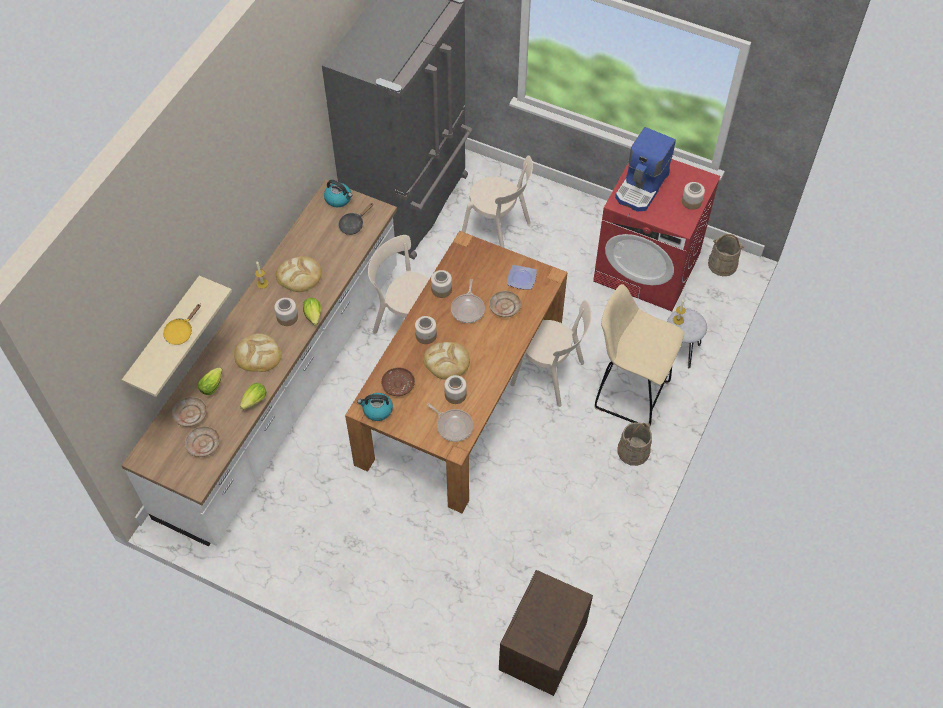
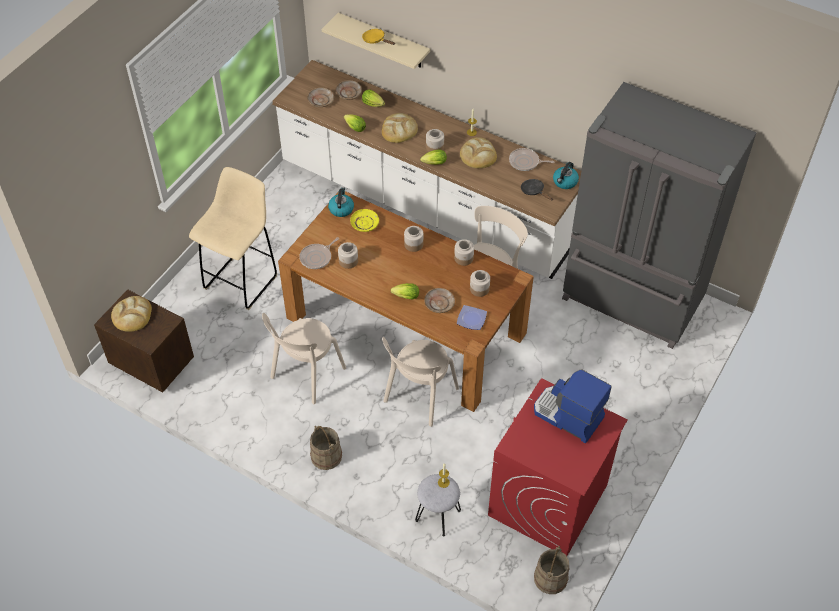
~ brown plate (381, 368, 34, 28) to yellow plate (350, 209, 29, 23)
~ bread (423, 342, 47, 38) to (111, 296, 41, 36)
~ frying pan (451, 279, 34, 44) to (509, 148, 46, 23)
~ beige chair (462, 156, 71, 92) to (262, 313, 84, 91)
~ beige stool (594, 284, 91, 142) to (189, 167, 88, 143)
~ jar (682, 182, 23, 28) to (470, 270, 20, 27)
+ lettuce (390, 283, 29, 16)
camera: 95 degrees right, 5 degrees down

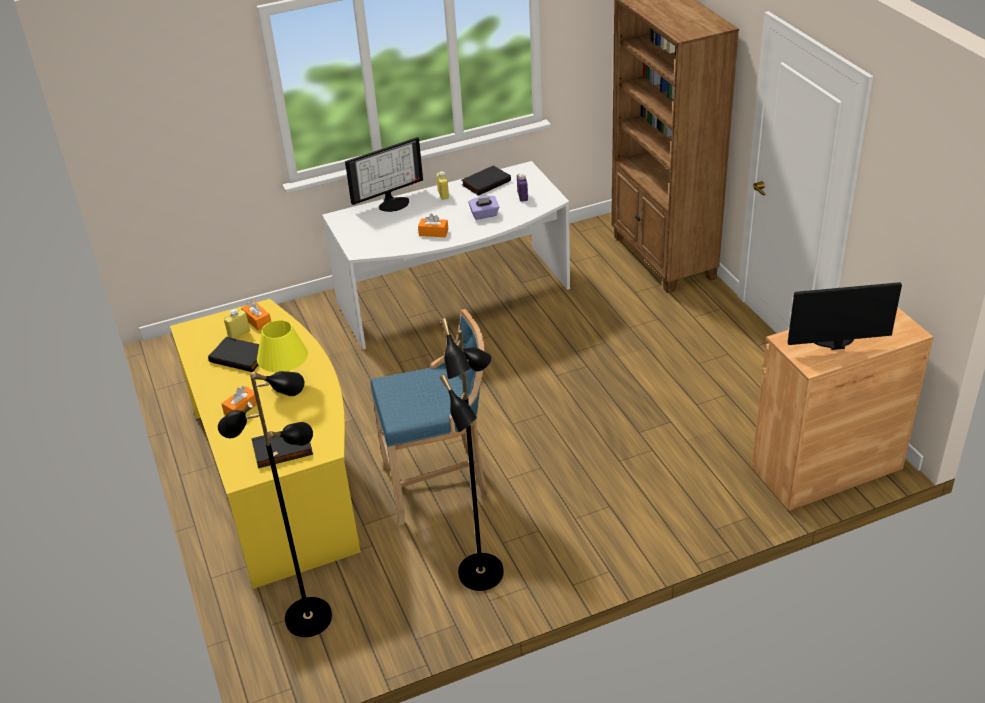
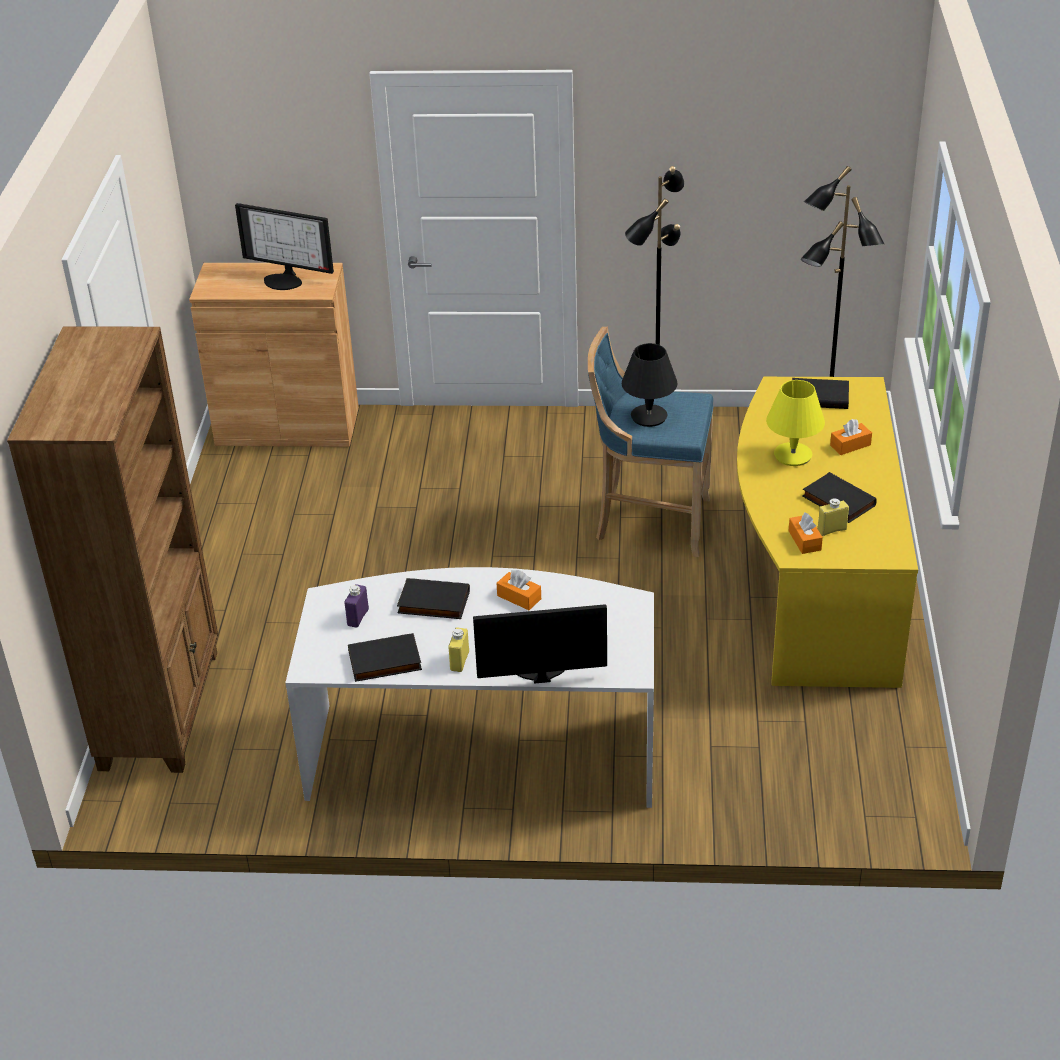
~ purple tissue box (468, 196, 31, 24) to black book (397, 578, 73, 41)
+ black table lamp (622, 343, 56, 84)
camera: 155 degrees left, 0 degrees up

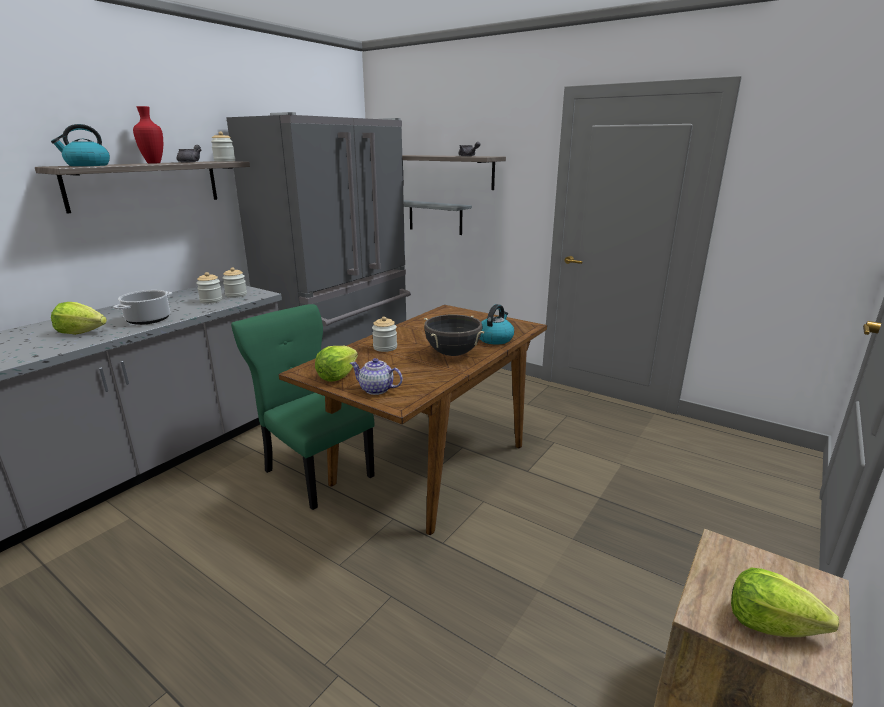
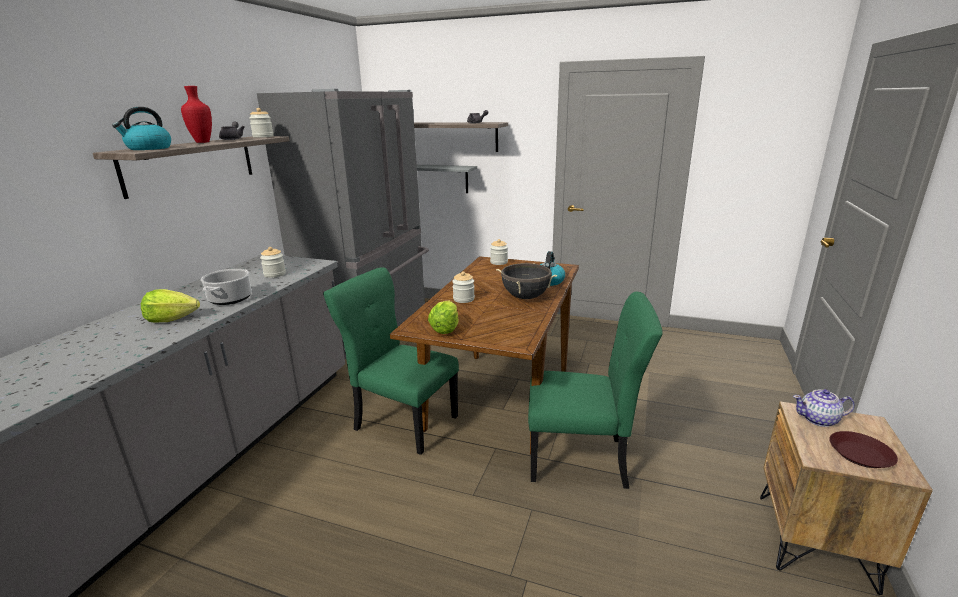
~ jar (222, 267, 25, 31) to (490, 239, 18, 26)
~ teapot (350, 358, 53, 37) to (793, 389, 62, 38)
~ lettuce (731, 567, 108, 70) to brown plate (829, 431, 69, 37)
+ green chair (528, 292, 135, 197)
camera: 15 degrees left, 0 degrees up

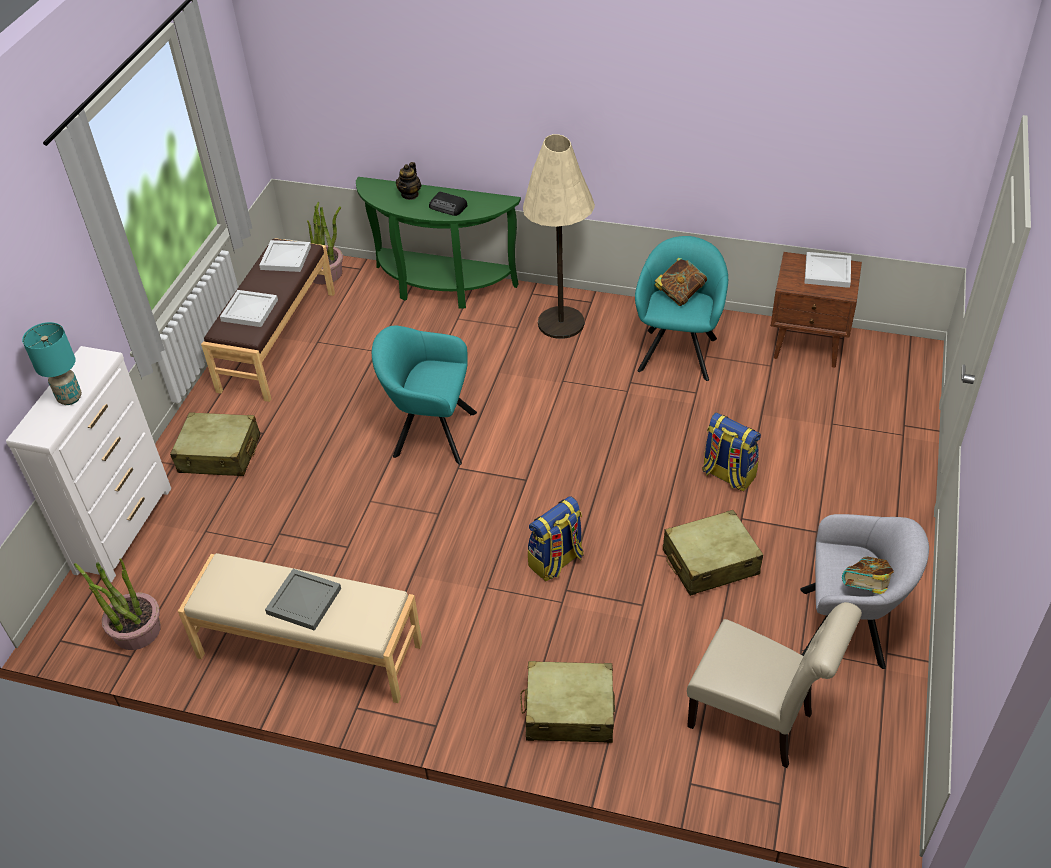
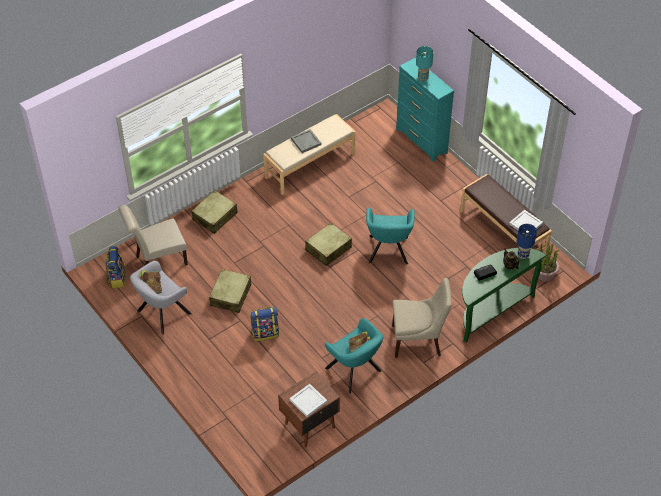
~ white dresser (6, 346, 165, 237) to turquoise dresser (396, 58, 58, 104)
- potted plant (74, 558, 87, 92)
~ beige suitcase (170, 412, 90, 64) to (305, 223, 47, 43)
- white tray (220, 290, 58, 37)
~ turquoise armchair (372, 326, 105, 139) = (366, 208, 49, 57) 135 degrees clockwise
~ beige floor lamp (523, 134, 72, 205) to beige chair (392, 278, 60, 80)
~ backpack (528, 496, 56, 85) to (105, 246, 20, 42)
+ blue table lamp (517, 224, 20, 35)
camera: 125 degrees right, 5 degrees up

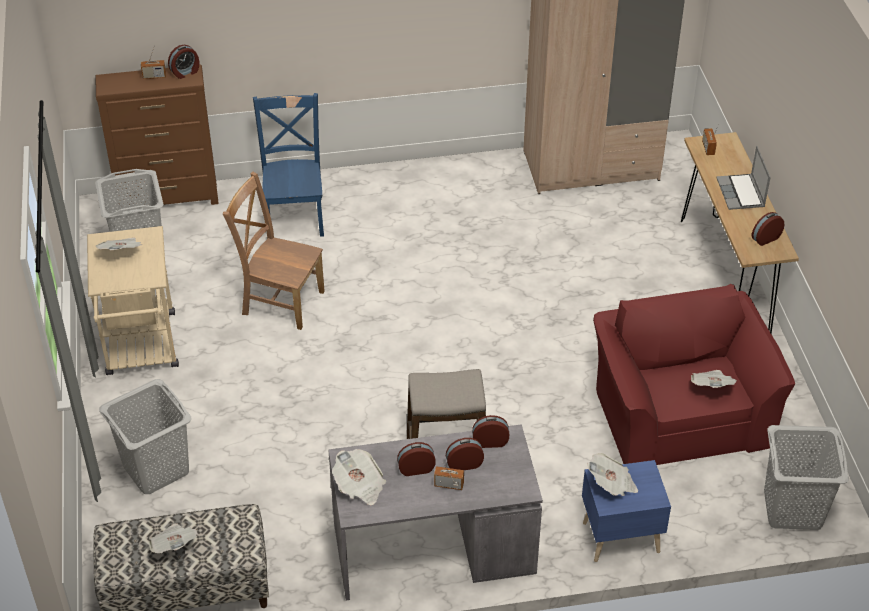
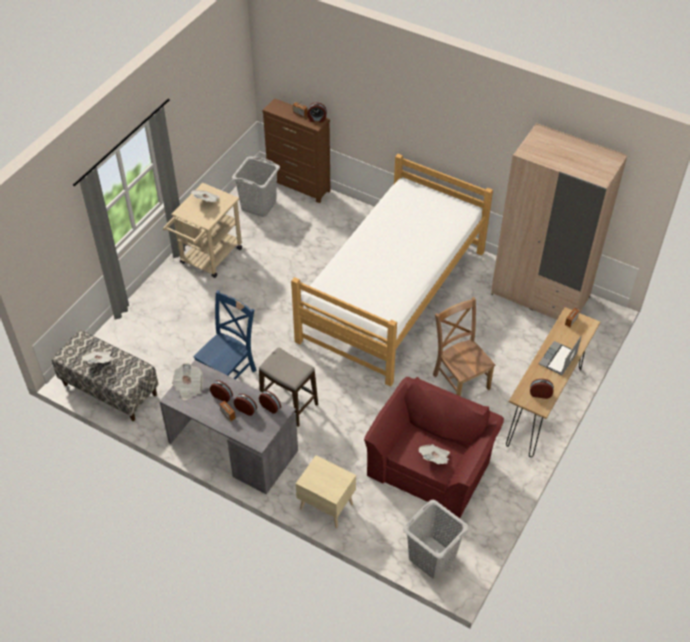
- grey laundry basket (99, 379, 92, 115)
~ brown chair (223, 172, 102, 158) to (433, 297, 62, 99)
~ blue chair (253, 93, 71, 144) to (193, 290, 64, 89)
~ blue nightstand (582, 460, 89, 102) to beige nightstand (296, 455, 60, 73)
- newspaper (587, 453, 51, 43)
+ bed (291, 154, 202, 233)
camera: 40 degrees right, 5 degrees up

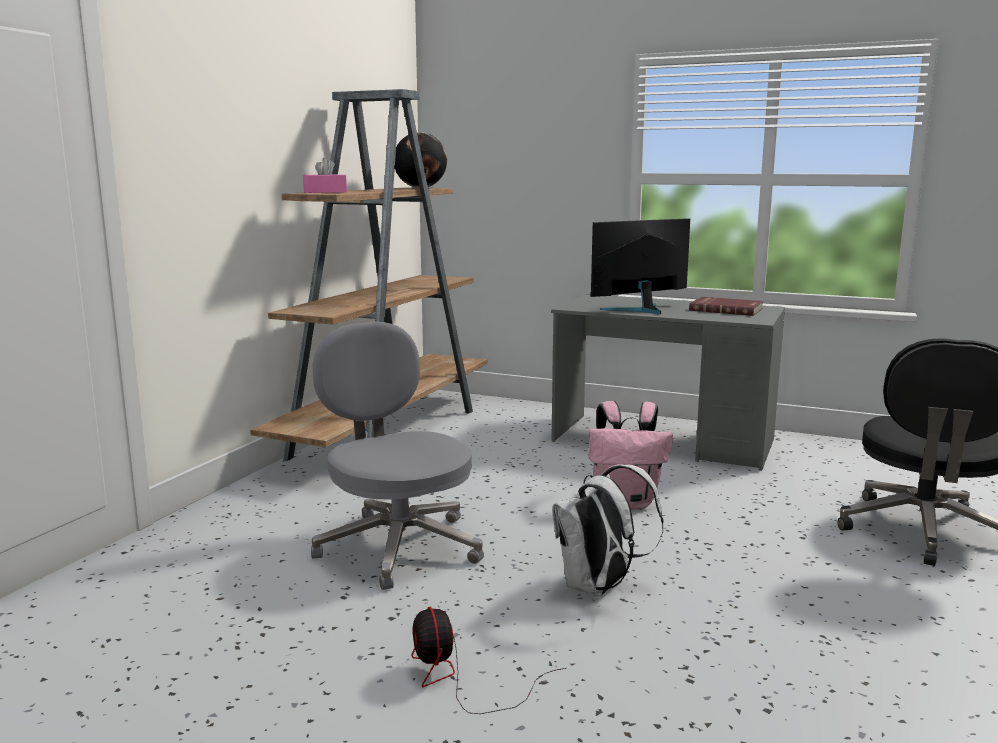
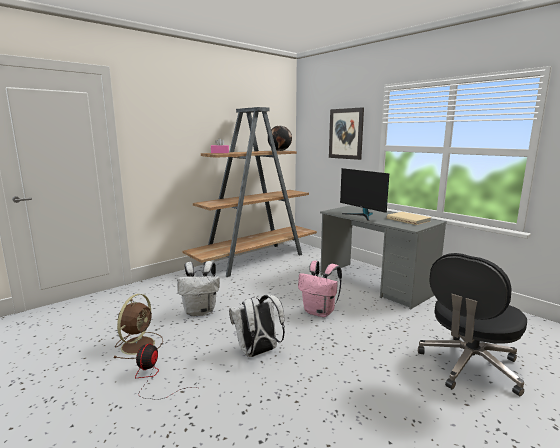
~ grey office chair (311, 322, 173, 268) to white backpack (177, 261, 43, 55)
~ monitor (590, 218, 100, 96) = (340, 168, 49, 53) 120 degrees counterclockwise
~ red book (689, 297, 74, 19) to beige book (387, 212, 44, 13)
+ brown fan (114, 294, 49, 65)
+ picture (329, 107, 35, 53)
camera: 25 degrees right, 0 degrees up

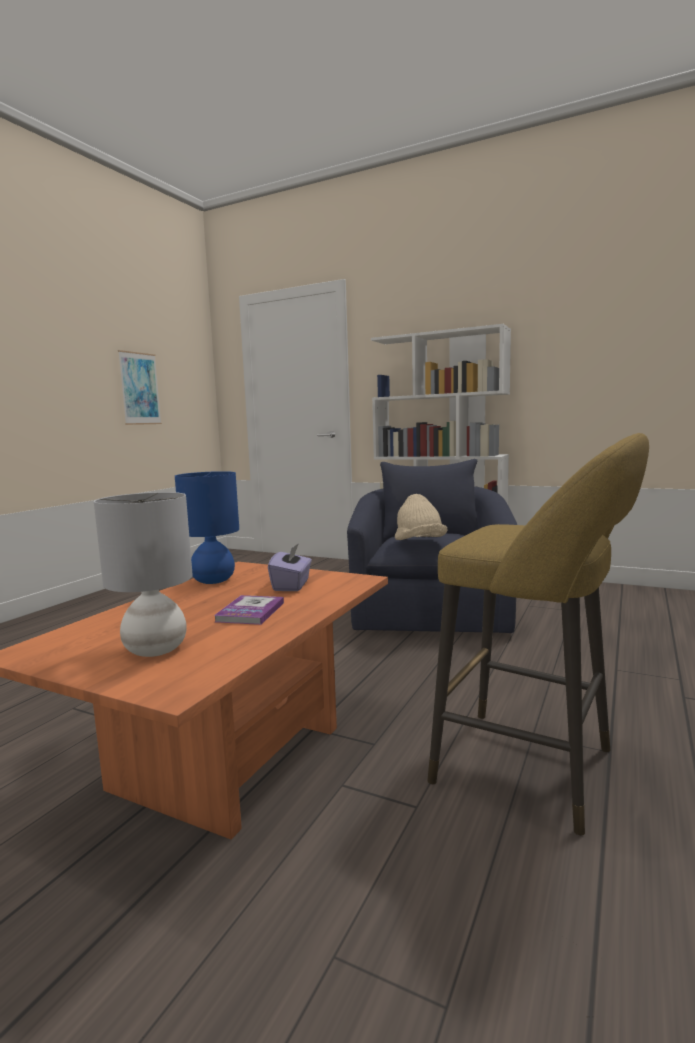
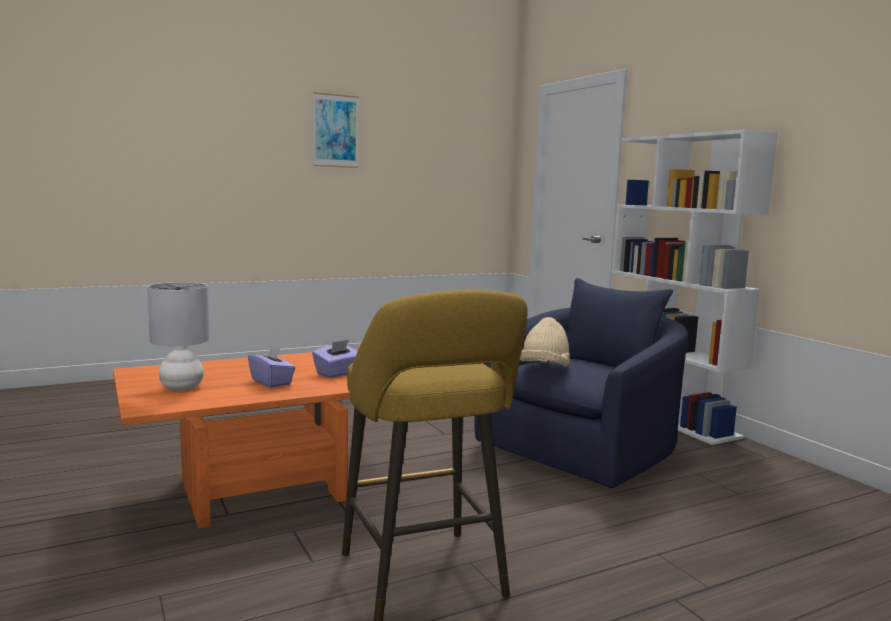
~ picture (118, 350, 44, 75) to (313, 92, 46, 76)
- blue table lamp (175, 471, 64, 113)
~ book (214, 595, 70, 30) to purple tissue box (248, 345, 47, 43)
camera: 35 degrees right, 0 degrees up

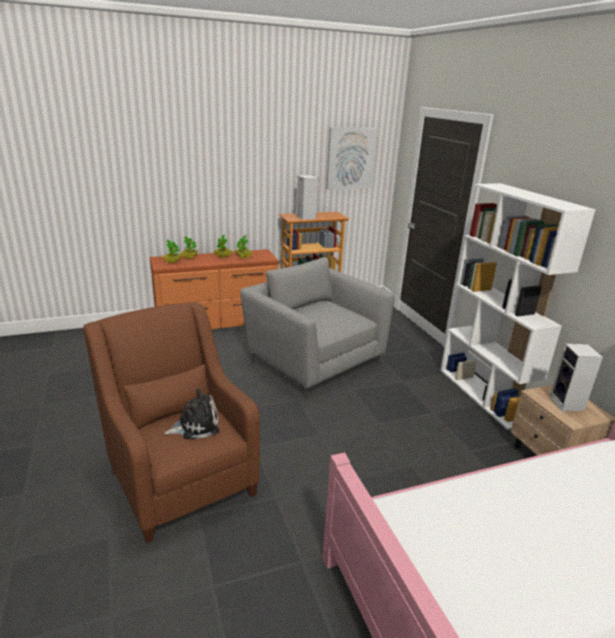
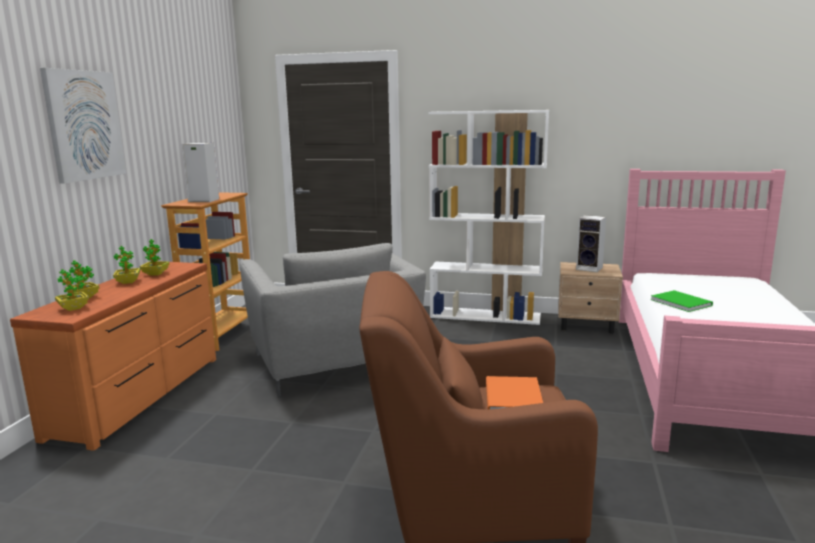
~ plush toy (164, 389, 56, 50) to orange book (486, 376, 57, 33)
~ grey armchair (240, 257, 155, 142) = (239, 243, 187, 154) 105 degrees counterclockwise
~ picture (326, 127, 51, 63) to (40, 68, 86, 115)
+ green book (651, 290, 62, 22)
camera: 55 degrees left, 10 degrees down

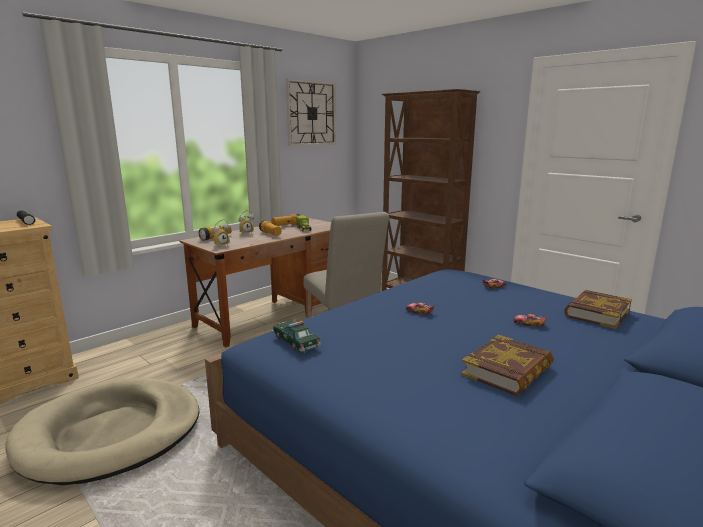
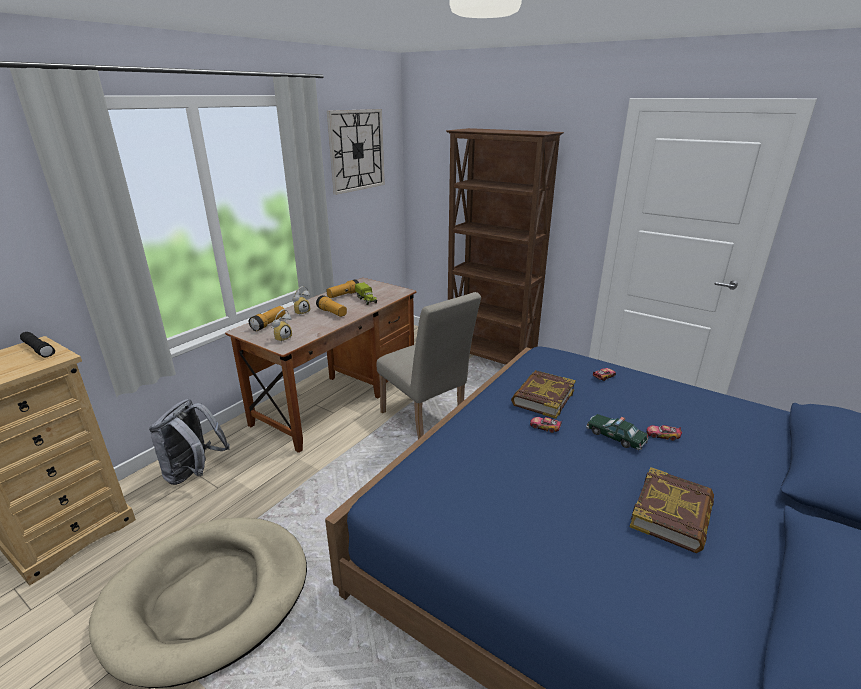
~ toy car (272, 321, 50, 31) to (586, 414, 63, 36)
~ book (564, 290, 68, 39) to (511, 370, 65, 49)
+ grey backpack (149, 399, 81, 86)
camera: 10 degrees left, 10 degrees up

